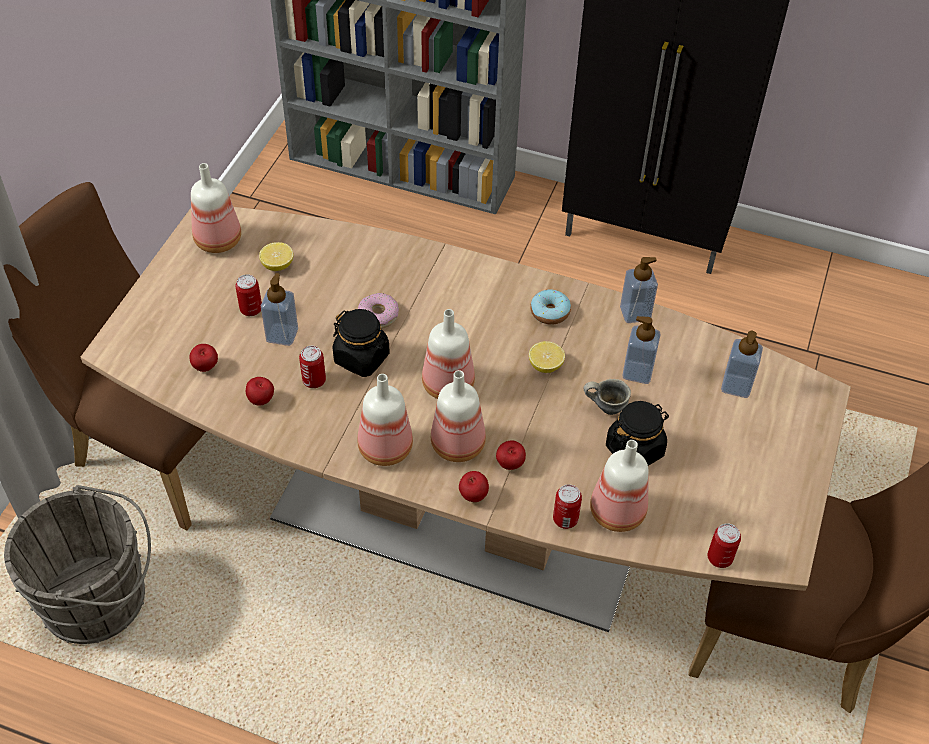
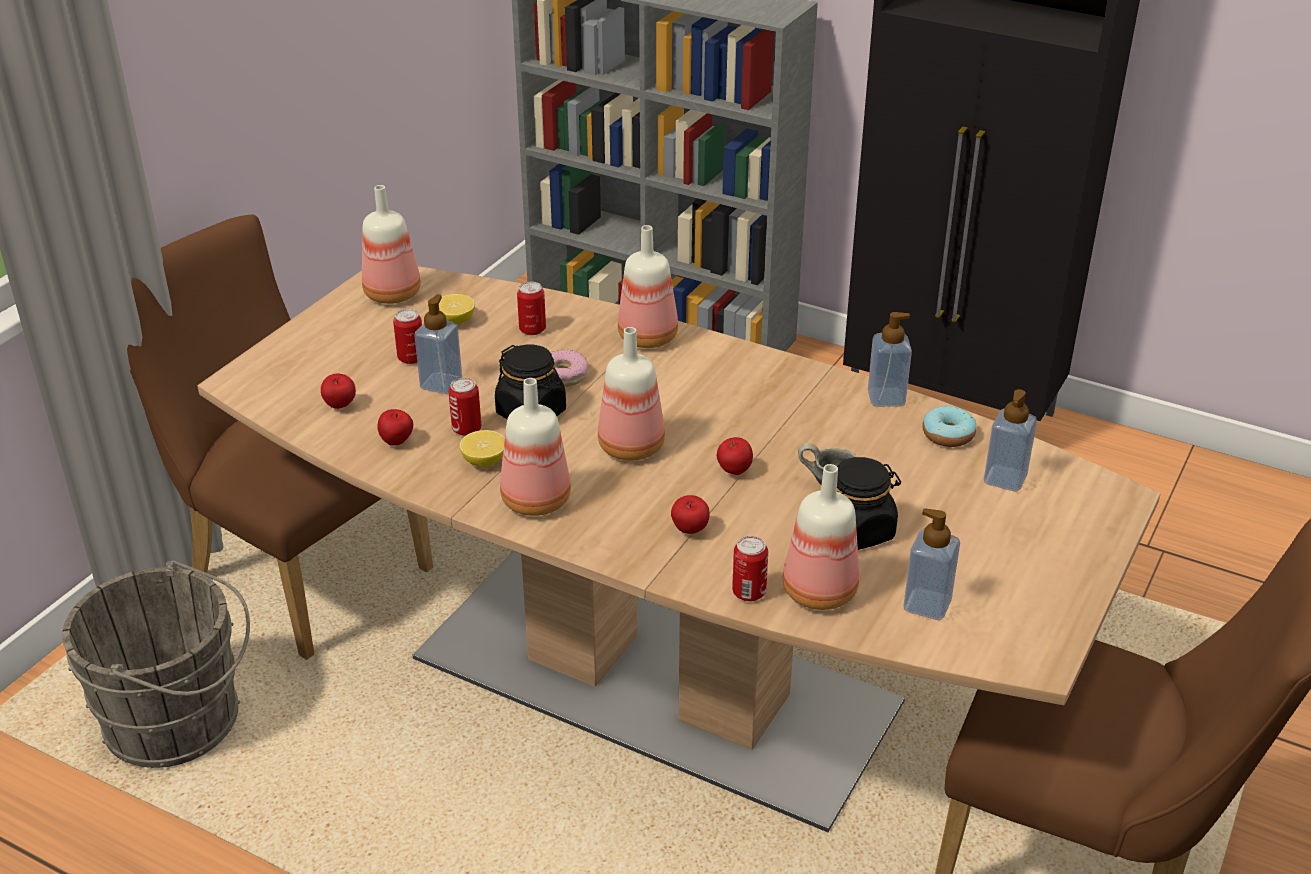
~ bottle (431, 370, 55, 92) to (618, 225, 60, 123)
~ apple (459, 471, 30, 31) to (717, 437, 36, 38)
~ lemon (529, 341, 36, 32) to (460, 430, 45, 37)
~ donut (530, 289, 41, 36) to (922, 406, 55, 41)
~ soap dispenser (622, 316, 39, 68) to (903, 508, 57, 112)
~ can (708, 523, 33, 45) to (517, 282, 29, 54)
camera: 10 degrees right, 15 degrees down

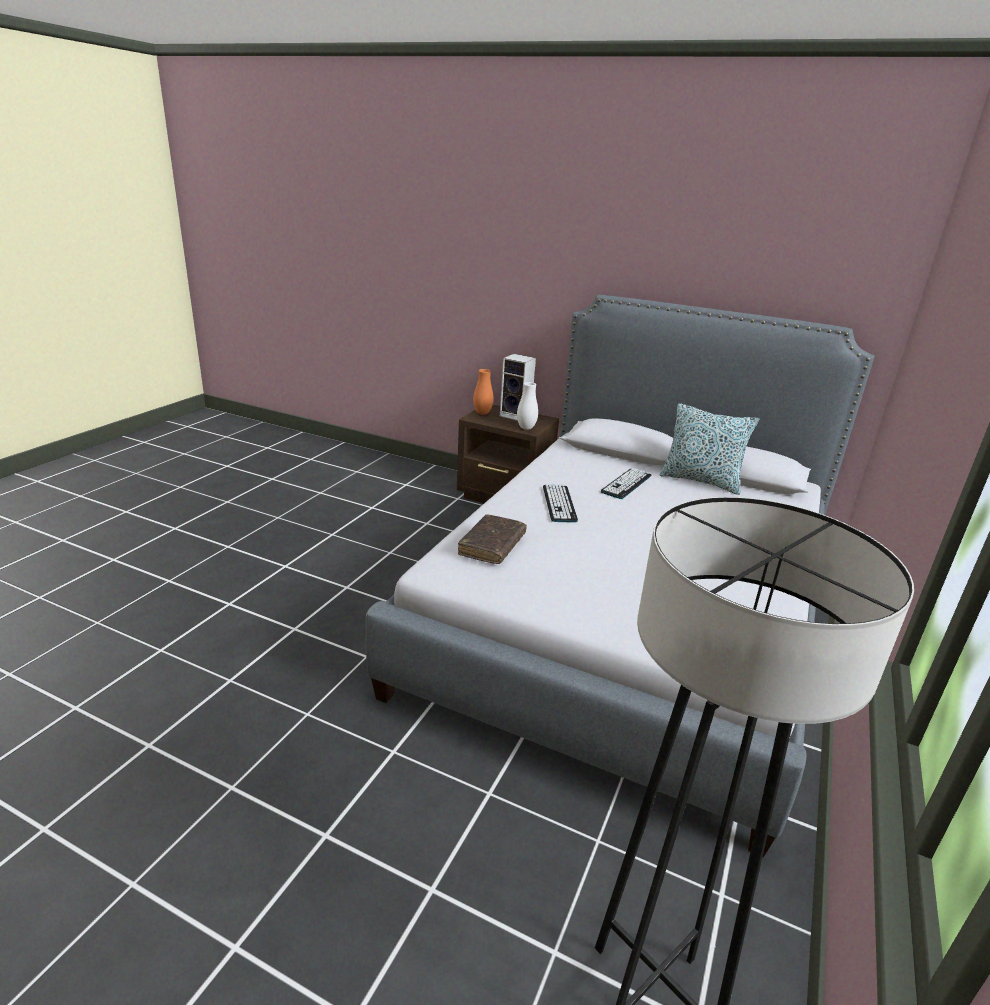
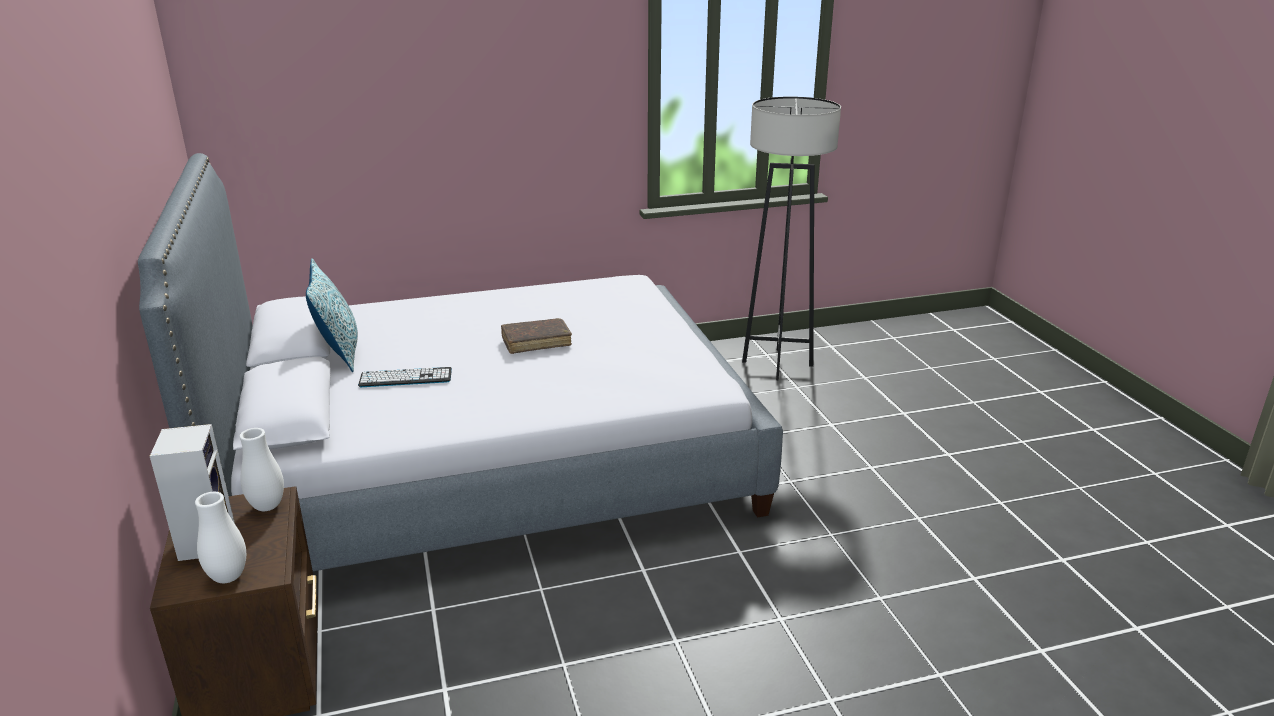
~ brown book (458, 514, 69, 50) to (501, 318, 71, 36)
~ orange vase (473, 369, 21, 46) to white vase (195, 492, 51, 91)
- keyboard (543, 484, 35, 39)
camera: 130 degrees left, 0 degrees up

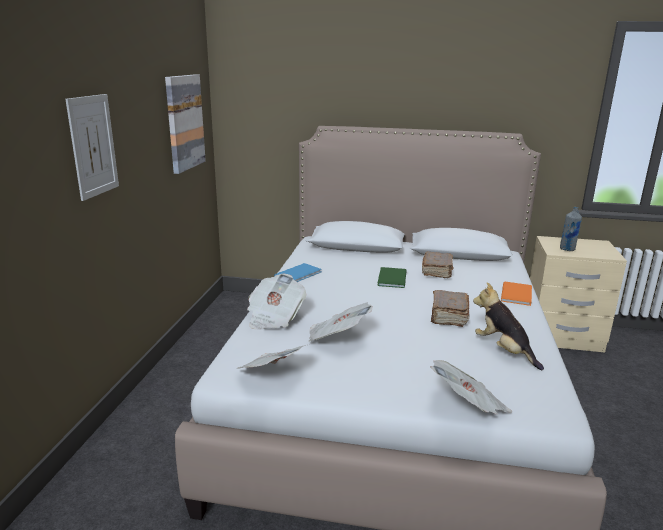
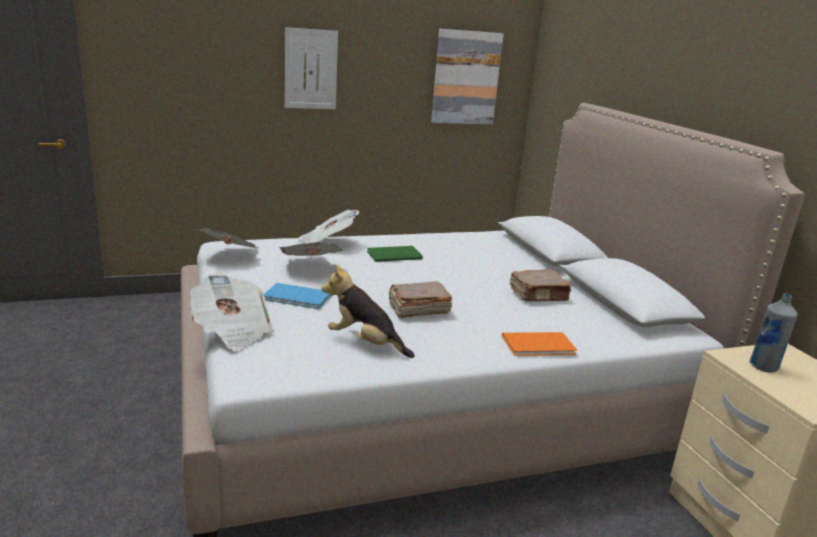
~ blue book (274, 263, 48, 19) to (264, 283, 67, 26)
~ green book (377, 267, 30, 21) to (367, 246, 56, 16)
~ plush toy (473, 282, 71, 88) = (321, 264, 94, 94) 90 degrees counterclockwise
camera: 60 degrees right, 0 degrees up

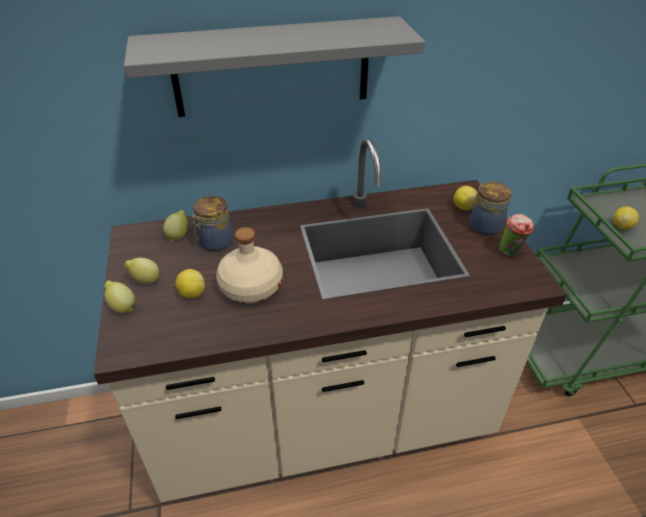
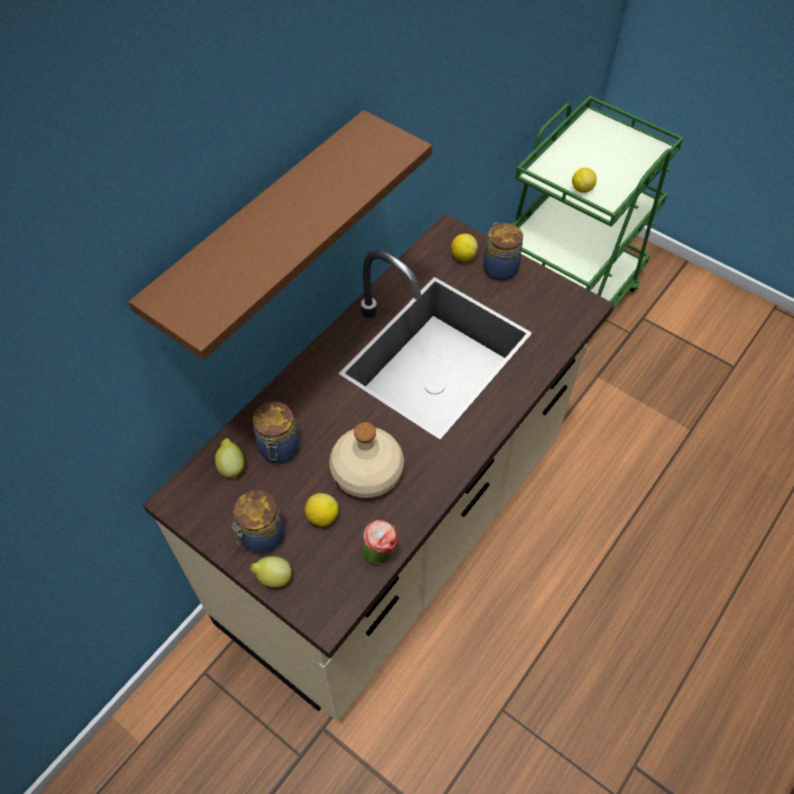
~ grey shelf (124, 16, 301, 101) to brown shelf (129, 110, 303, 250)
~ lemon (124, 258, 36, 26) to jar (231, 490, 54, 64)
~ cup (499, 214, 35, 42) to (363, 520, 35, 45)
camera: 40 degrees left, 15 degrees up

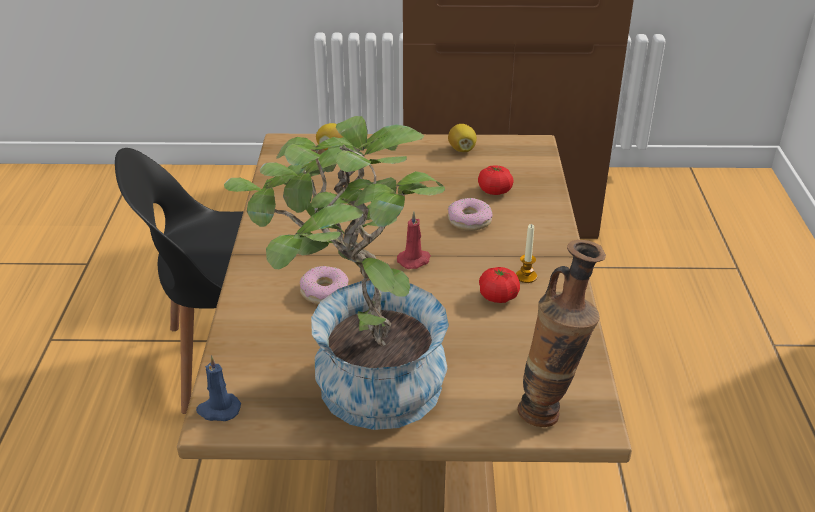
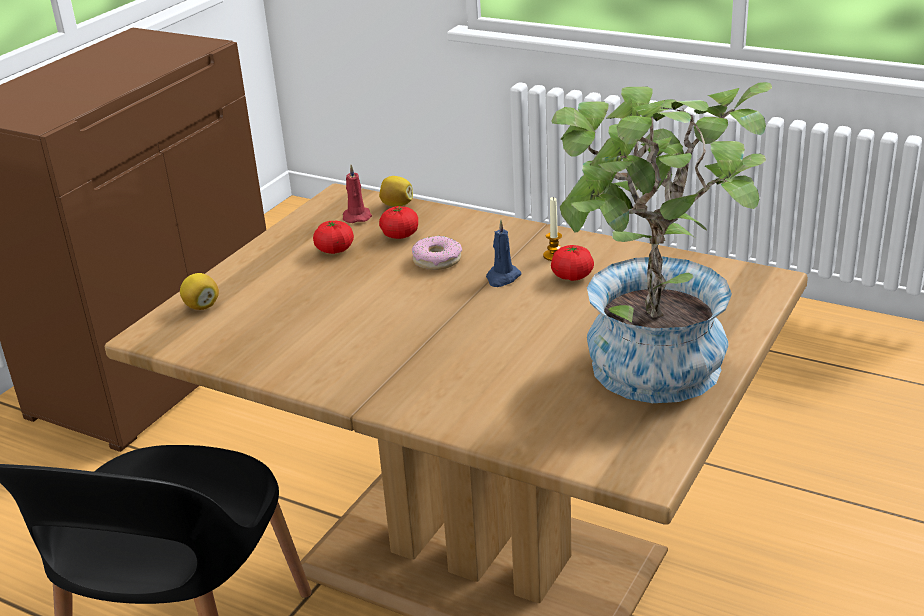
~ blue candle (196, 355, 45, 66) to (486, 220, 35, 67)
- donut (300, 266, 49, 38)
~ red candle (397, 212, 34, 57) to (343, 164, 29, 59)
~ lemon (448, 124, 29, 28) to (379, 176, 34, 31)
- vase (517, 240, 89, 187)
+ tomato (313, 221, 41, 33)
camera: 60 degrees left, 5 degrees down

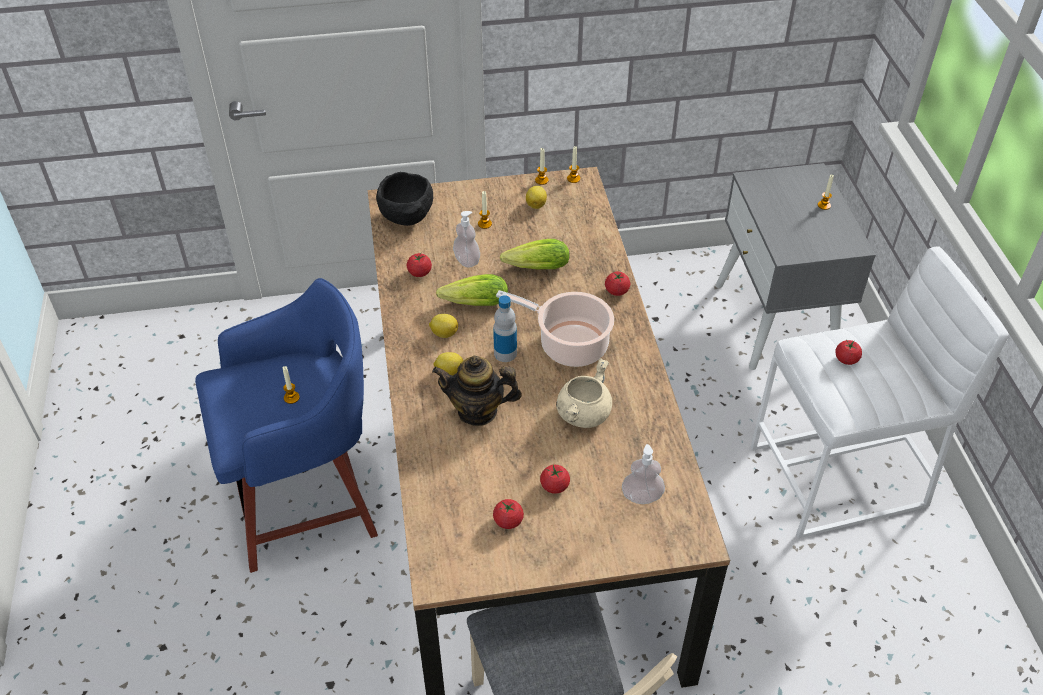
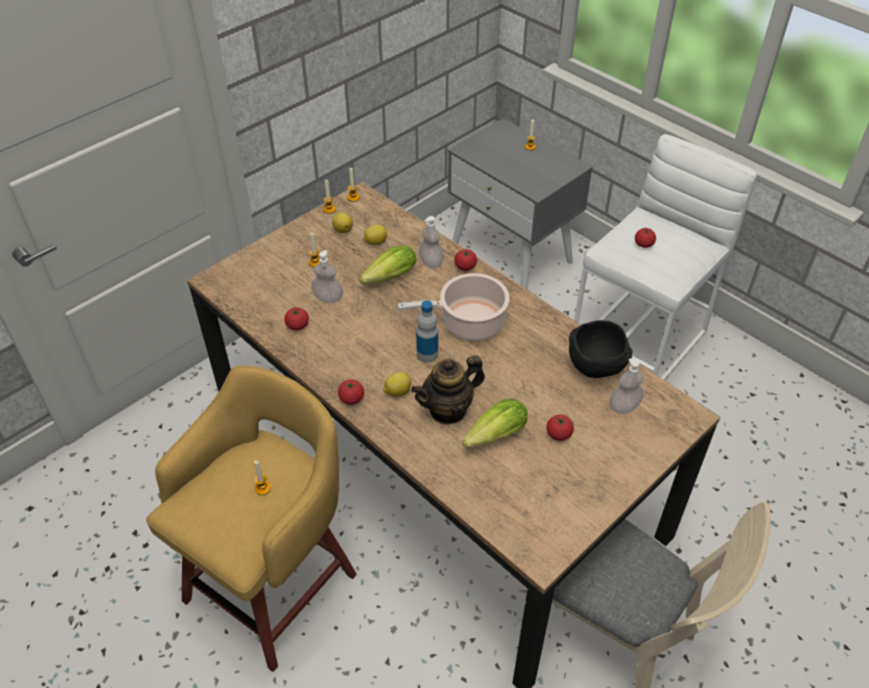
~ blue stool (195, 278, 183, 295) to yellow stool (146, 366, 211, 306)
~ black bowl (376, 172, 57, 54) to (569, 320, 64, 58)
~ lemon (429, 314, 29, 24) to (363, 225, 24, 20)
~ lettuce (436, 274, 72, 32) to (462, 399, 65, 49)
~ tomato (493, 499, 31, 30) to (338, 380, 26, 25)
- beige cooking pot (556, 358, 56, 70)
+ soap dispenser (419, 216, 25, 52)
camera: 35 degrees left, 0 degrees up

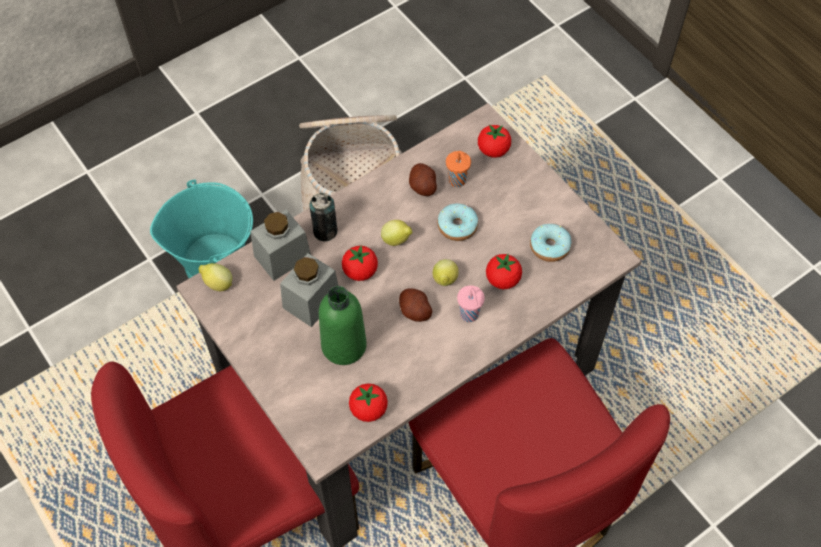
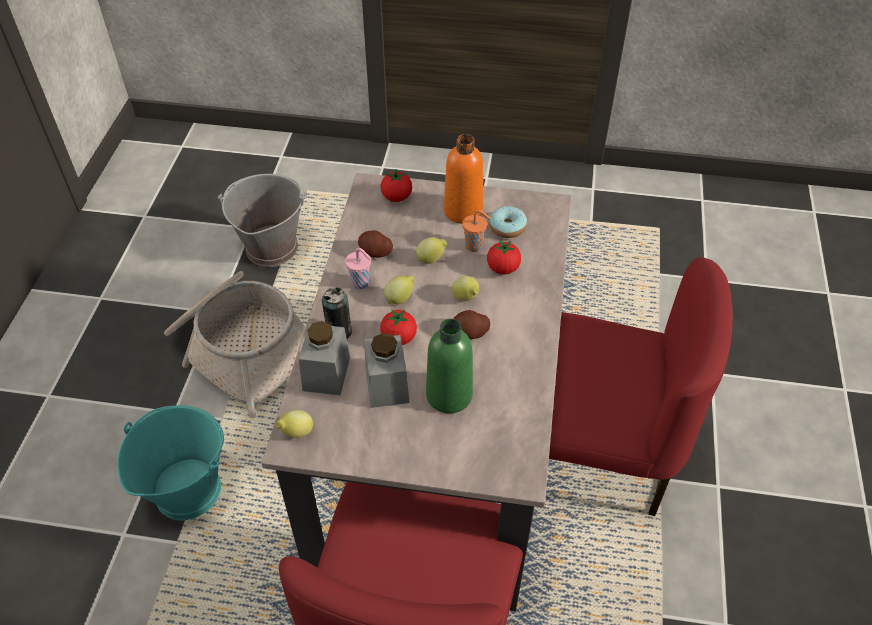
- tomato (349, 383, 39, 39)
~ donut (437, 203, 41, 38) to lemon (416, 237, 31, 27)
~ orange cup (446, 151, 25, 36) to (462, 210, 28, 42)
~ pink cup (457, 286, 28, 36) to (345, 248, 26, 42)
+ grey bucket (218, 174, 89, 93)
+ orange bottle (444, 134, 39, 90)
camera: 45 degrees left, 10 degrees down

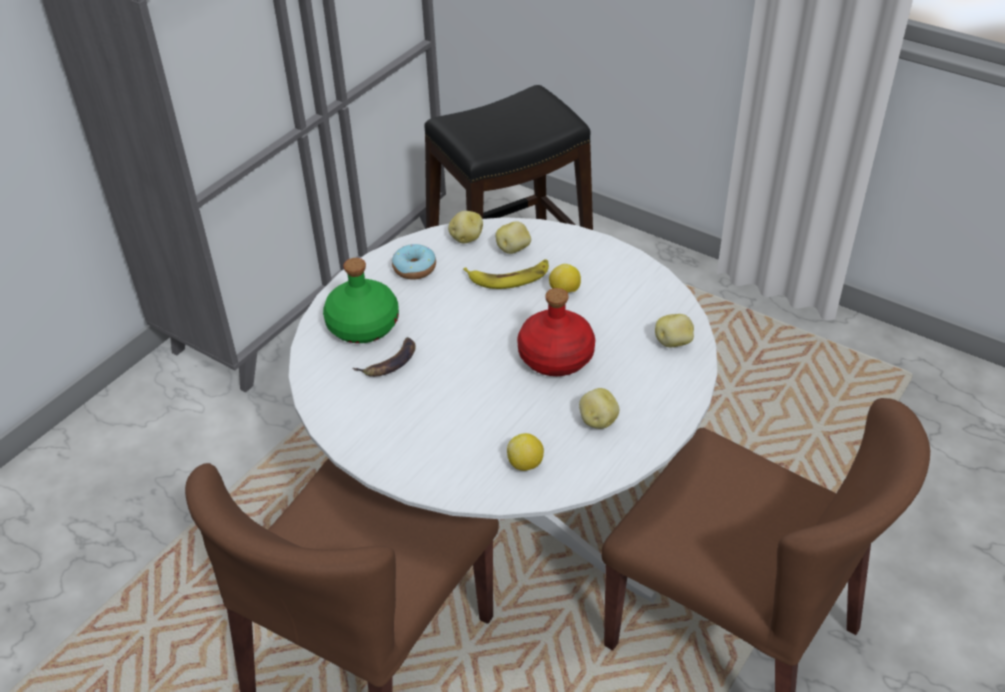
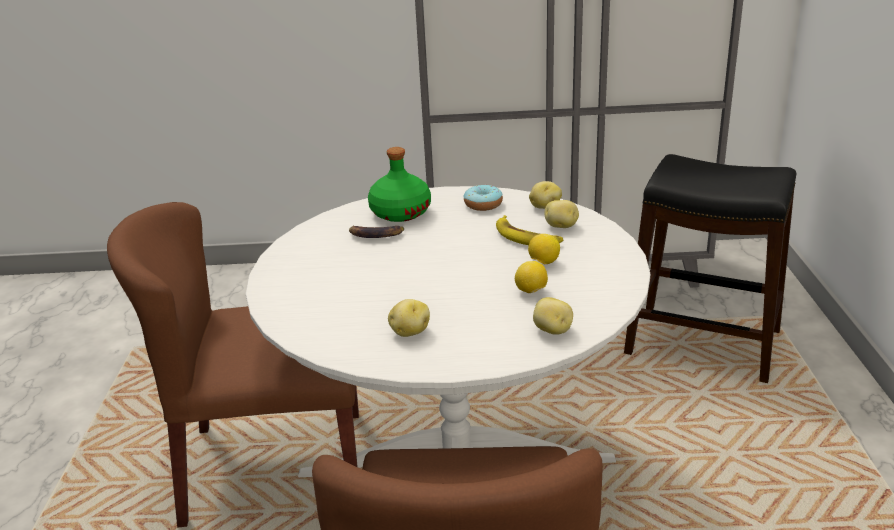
~ lemon (507, 433, 37, 38) to (515, 261, 33, 32)
- red bottle (517, 288, 78, 88)
camera: 55 degrees right, 15 degrees down

